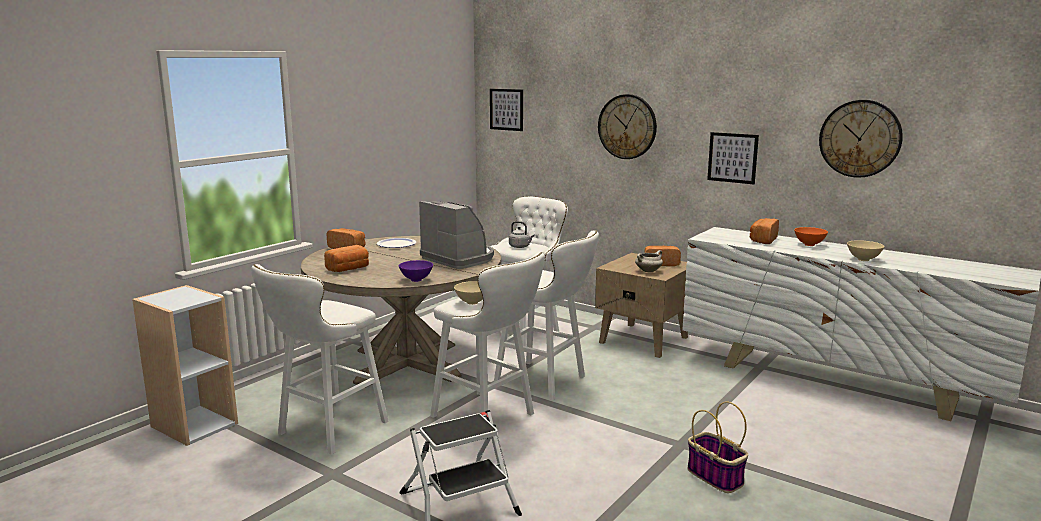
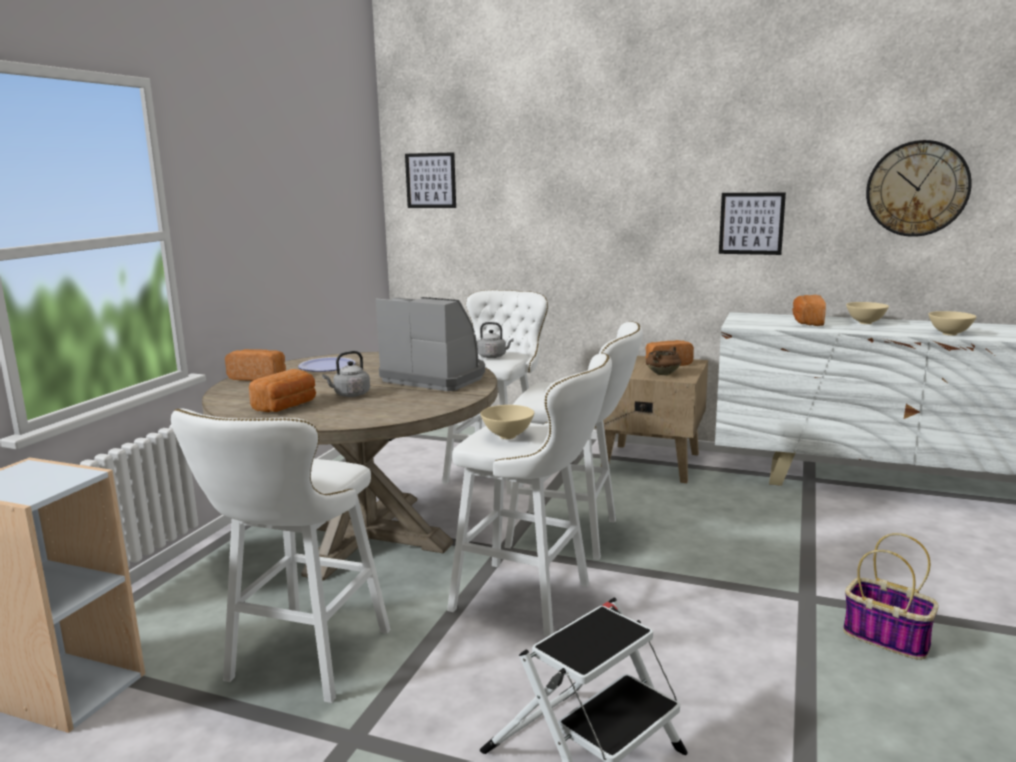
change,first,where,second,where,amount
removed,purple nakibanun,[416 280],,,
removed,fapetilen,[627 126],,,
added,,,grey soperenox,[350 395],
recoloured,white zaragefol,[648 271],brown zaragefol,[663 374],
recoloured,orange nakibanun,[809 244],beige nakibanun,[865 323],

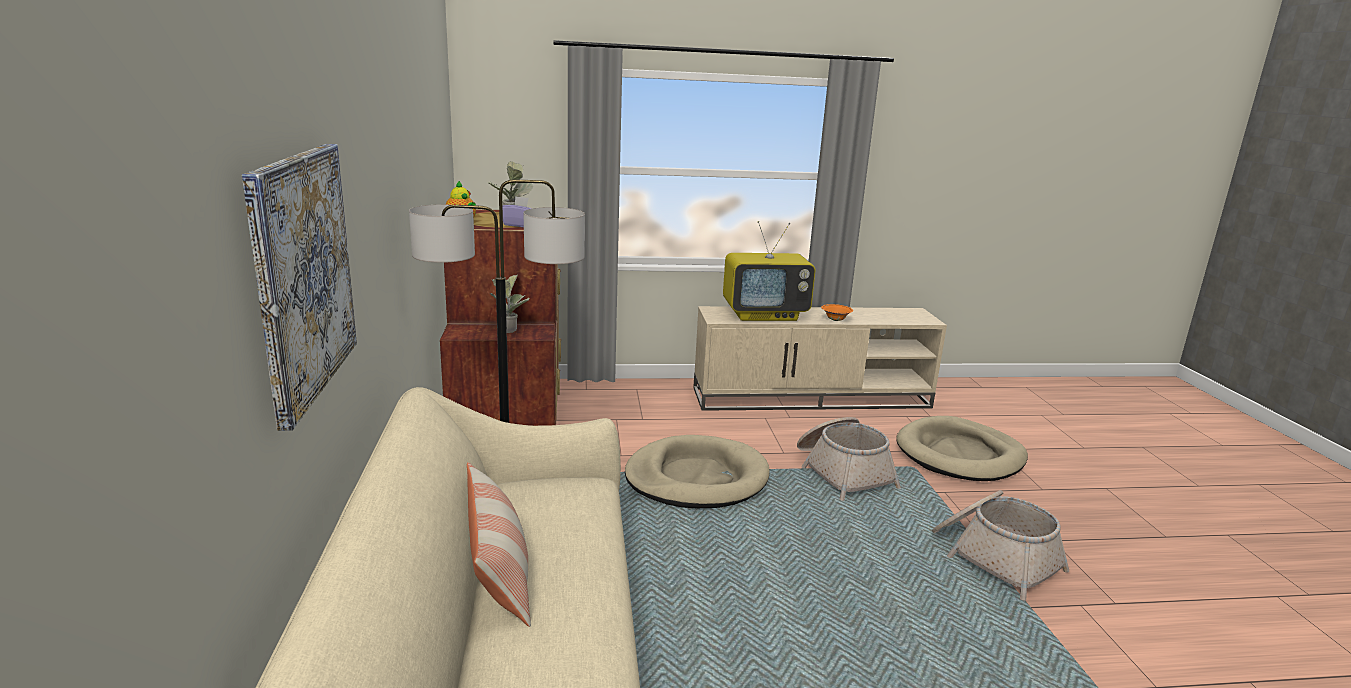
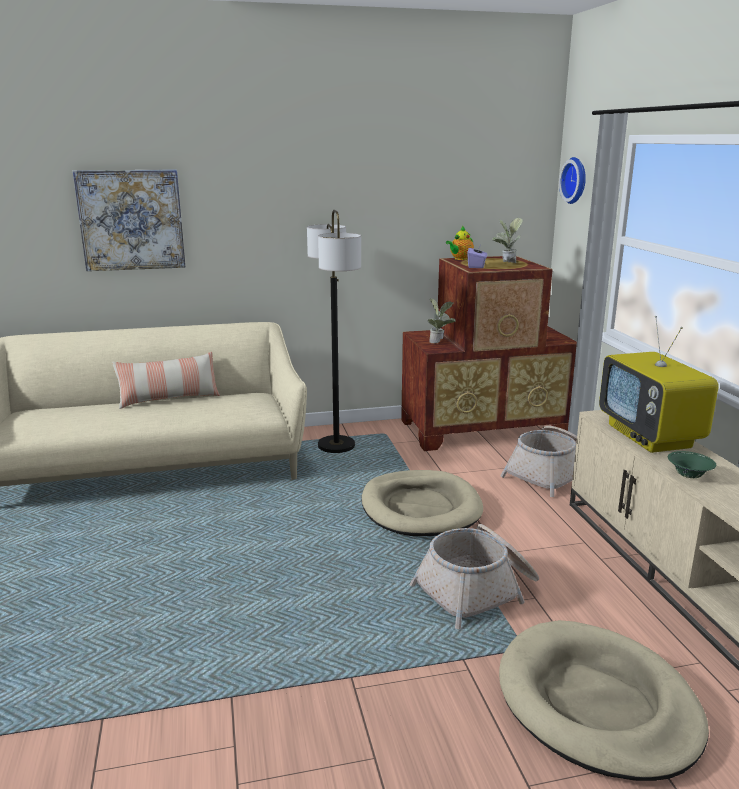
change,first,where,second,where,amount
added,,,fapetilen,[576 180],
moved,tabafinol,[993 556],,[550 474],
recoloured,orange nakibanun,[835 320],green nakibanun,[688 476],

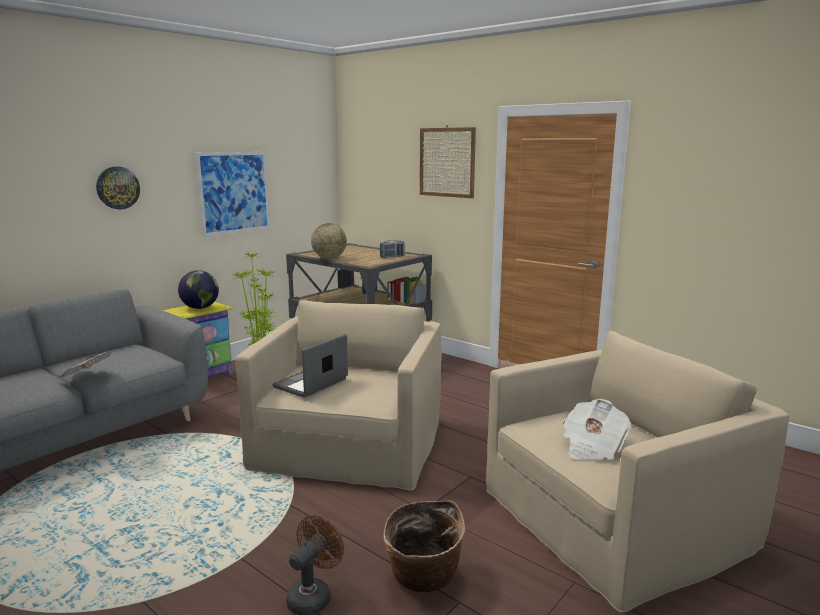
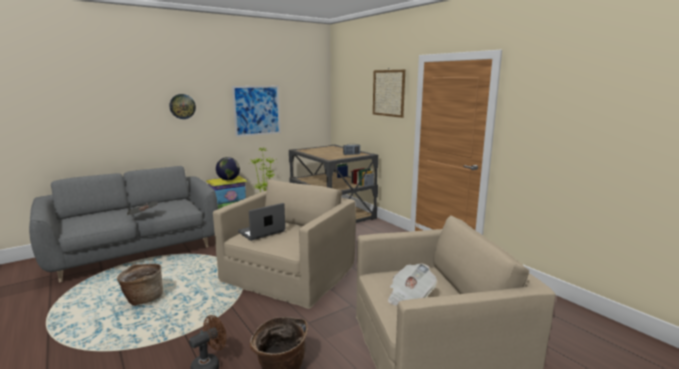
change,first,where,second,where,amount
removed,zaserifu,[329 258],,,
added,,,tabafinol,[143 298],

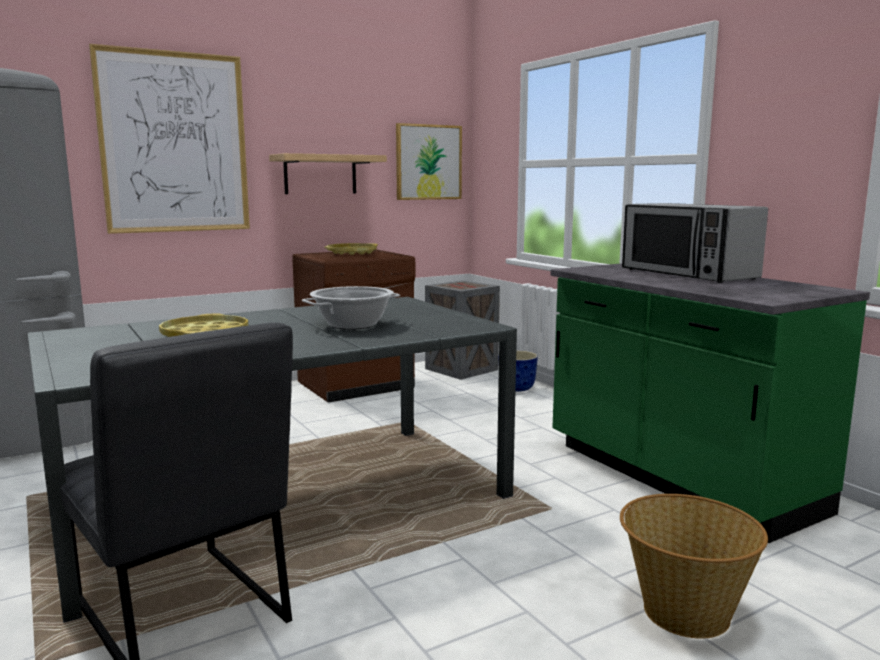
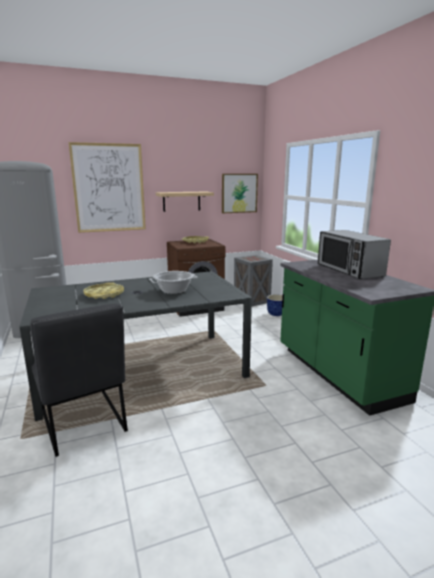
change,first,where,second,where,amount
removed,tabafinol,[684 612],,,

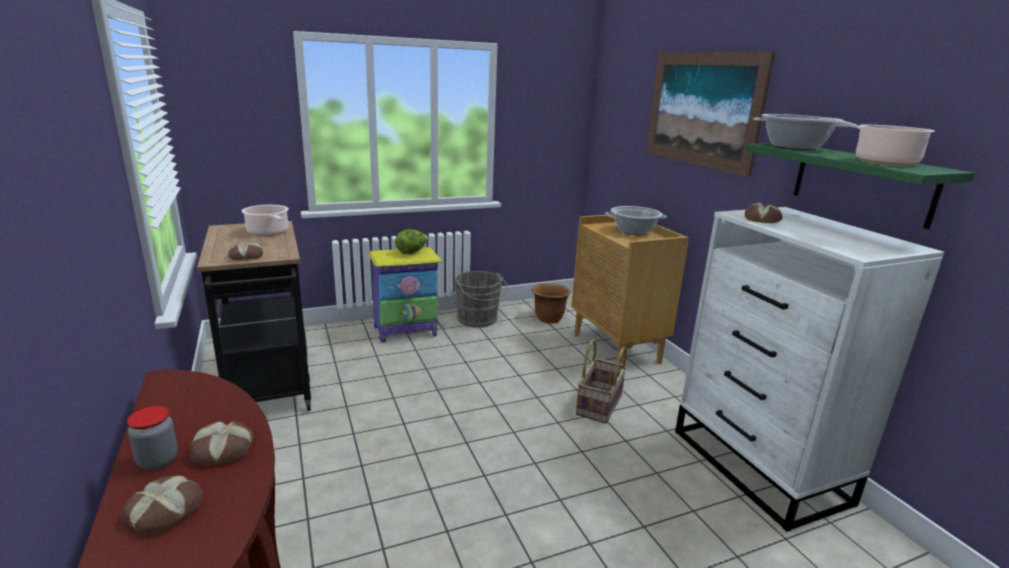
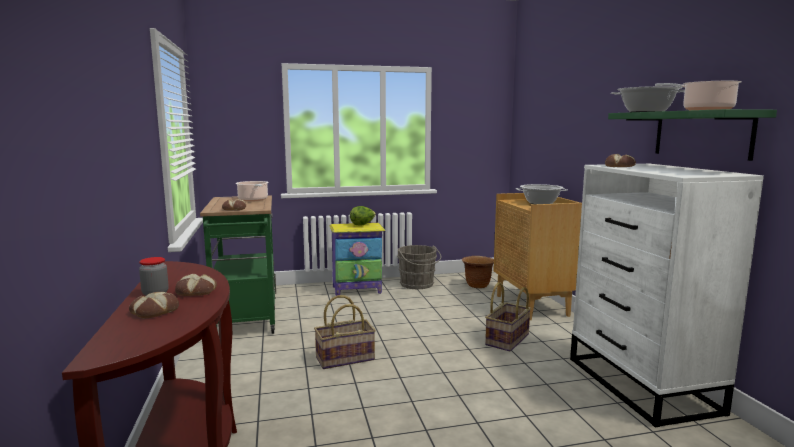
change,first,where,second,where,amount
removed,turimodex,[702 109],,,
added,,,tabafinol,[345 358],
recoloured,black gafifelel,[269 387],green gafifelel,[246 319],

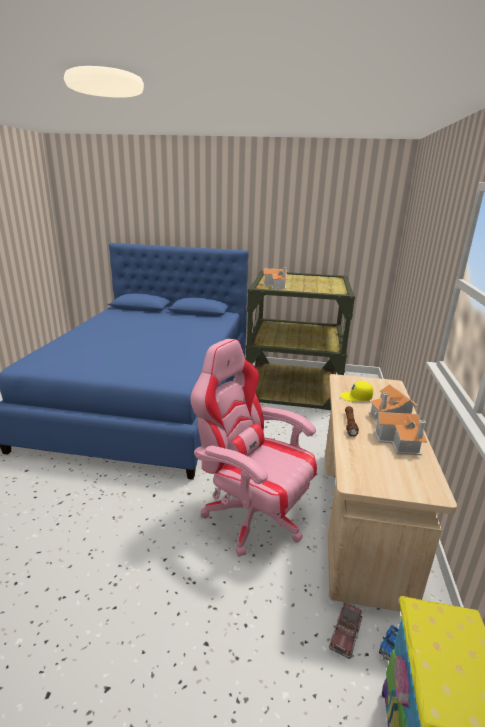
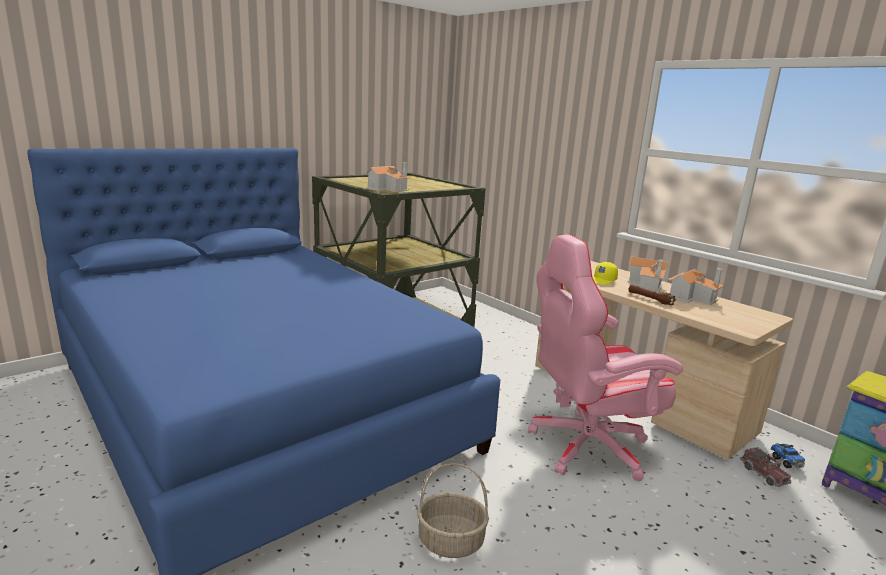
change,first,where,second,where,amount
added,,,tabafinol,[450 542],

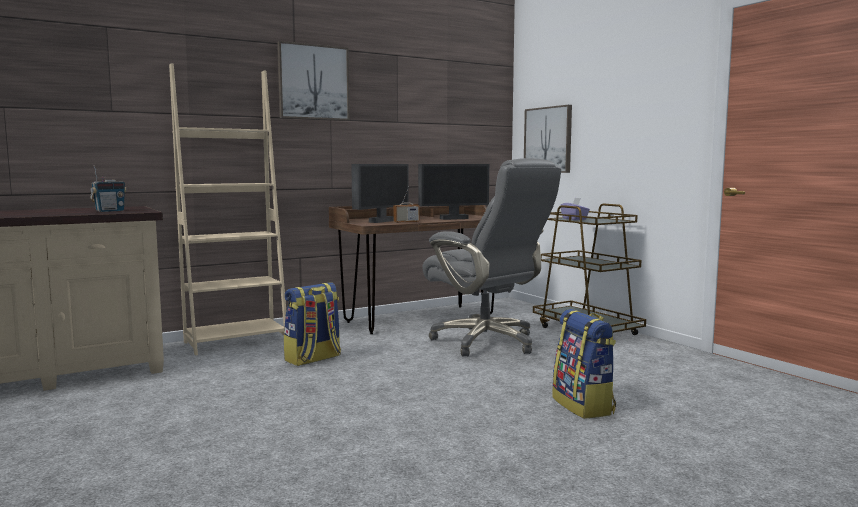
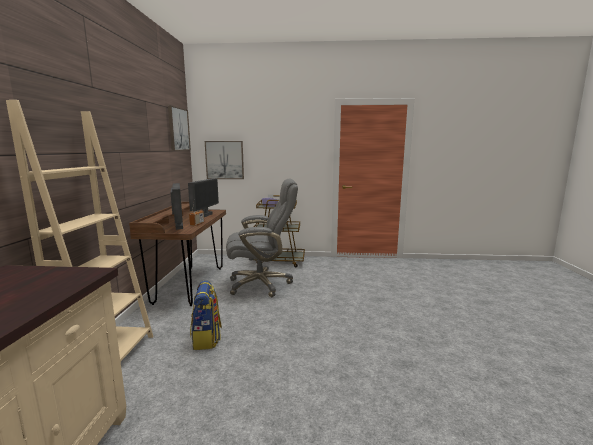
change,first,where,second,where,amount
removed,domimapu,[109 211],,,
removed,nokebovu,[584 406],,,
moved,turimodex,[313 82],,[178 129],

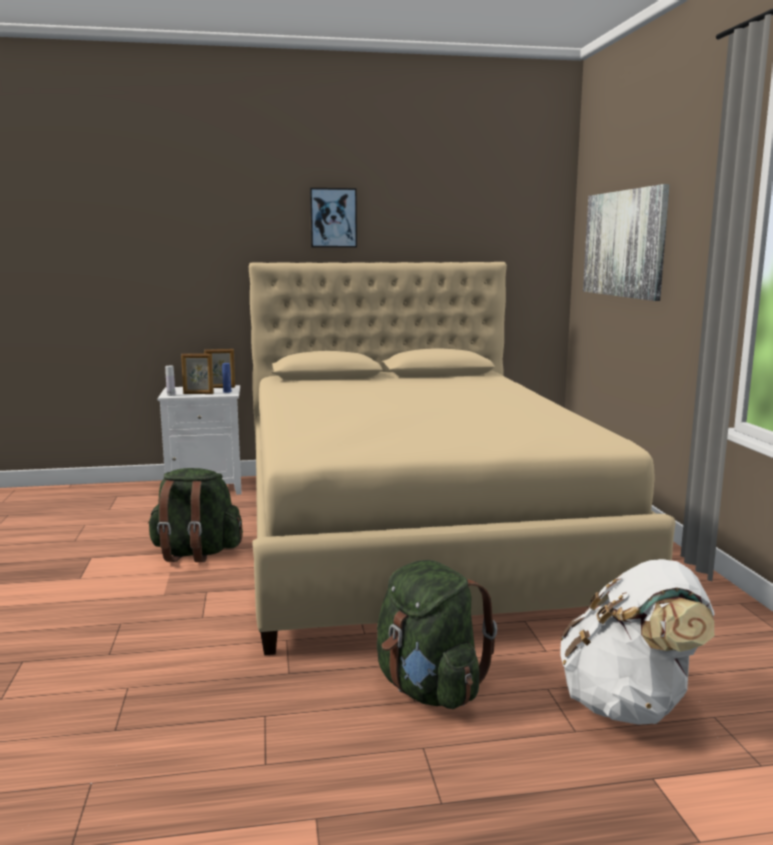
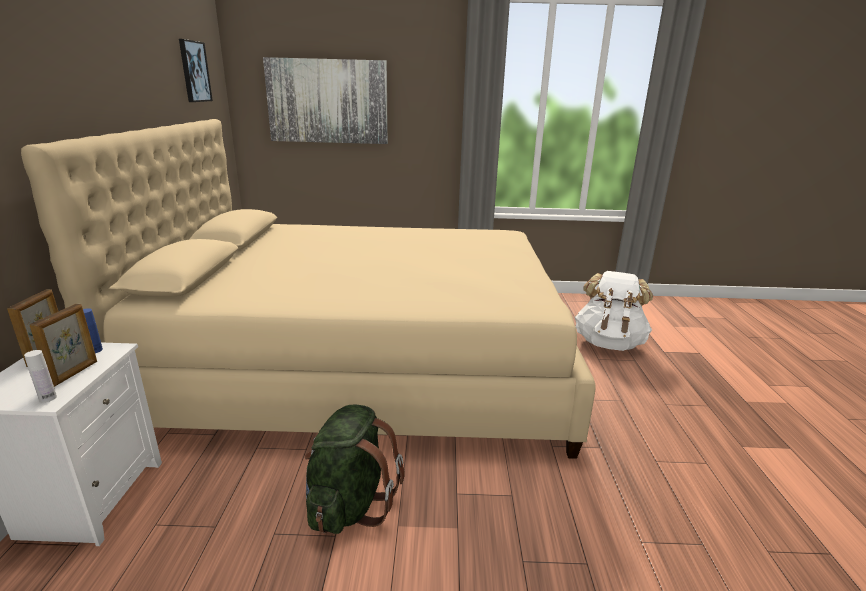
change,first,where,second,where,amount
removed,green nokebovu,[429 688],,,
moved,turimodex,[333 218],,[194 71],

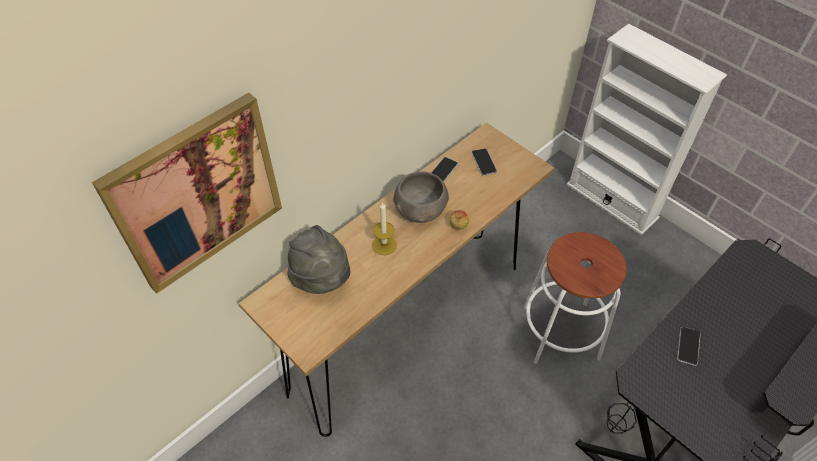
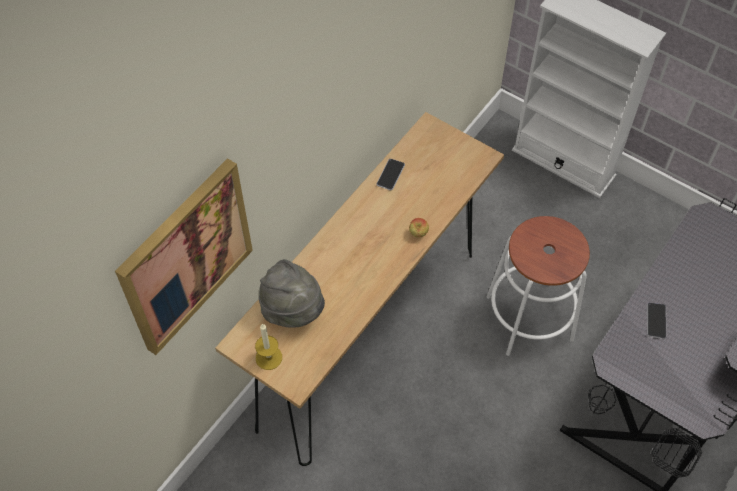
change,first,where,second,where,amount
removed,grey nakibanun,[421 211],,,
removed,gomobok,[483 162],,,
moved,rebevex,[384 245],,[269 357],

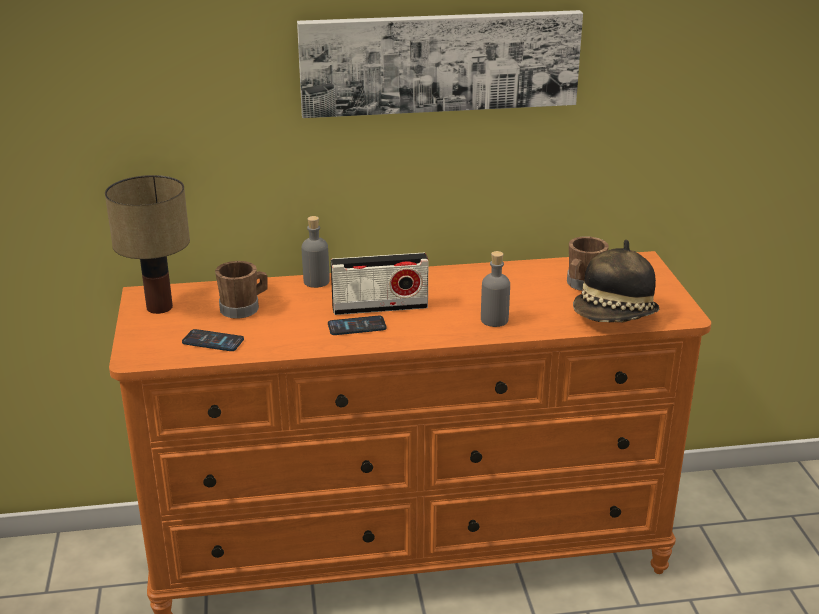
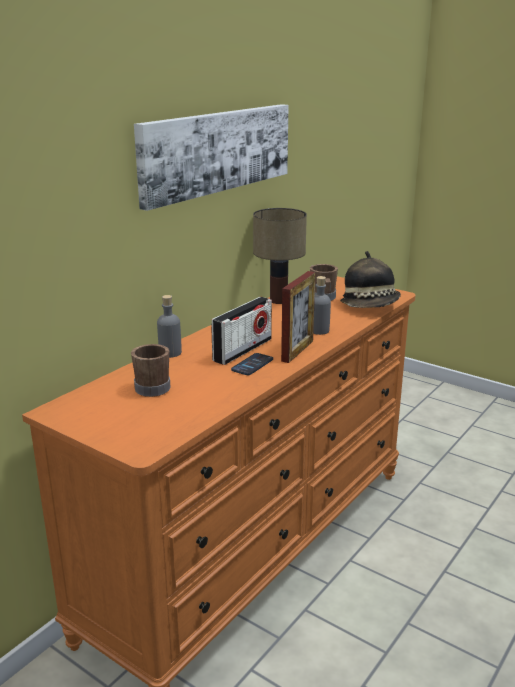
change,first,where,second,where,amount
removed,gomobok,[213 341],,,
added,,,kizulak,[297 351],
moved,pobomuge,[158 308],,[278 301],

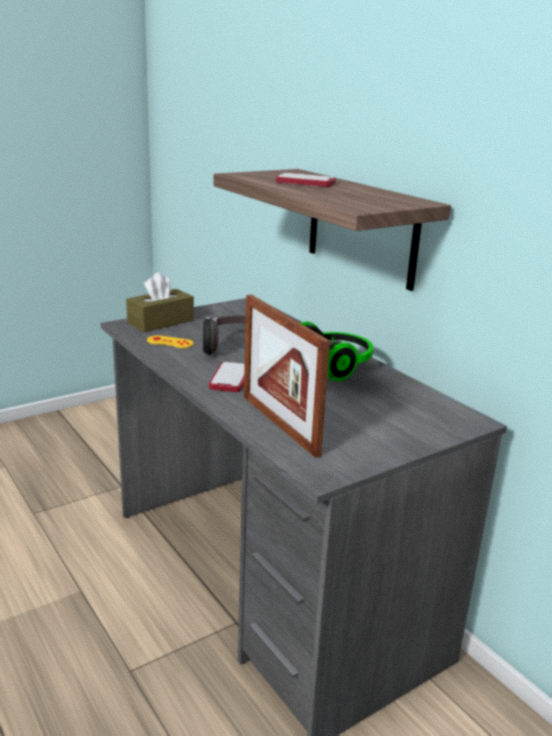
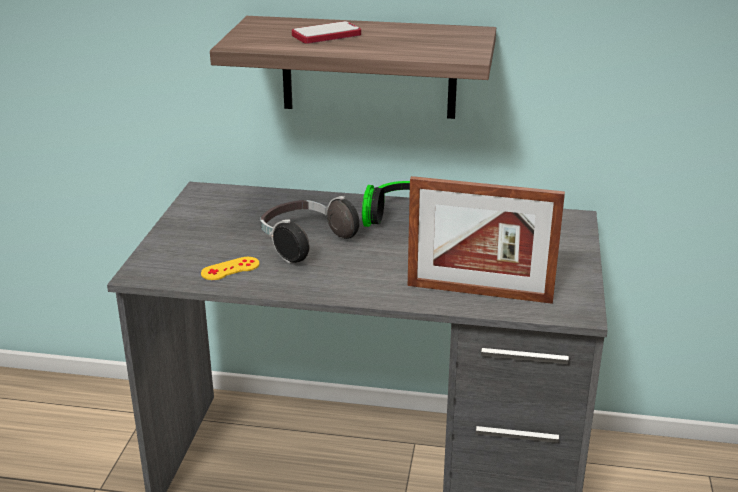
change,first,where,second,where,amount
removed,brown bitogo,[160 322],,,
removed,gomobok,[230 379],,,

